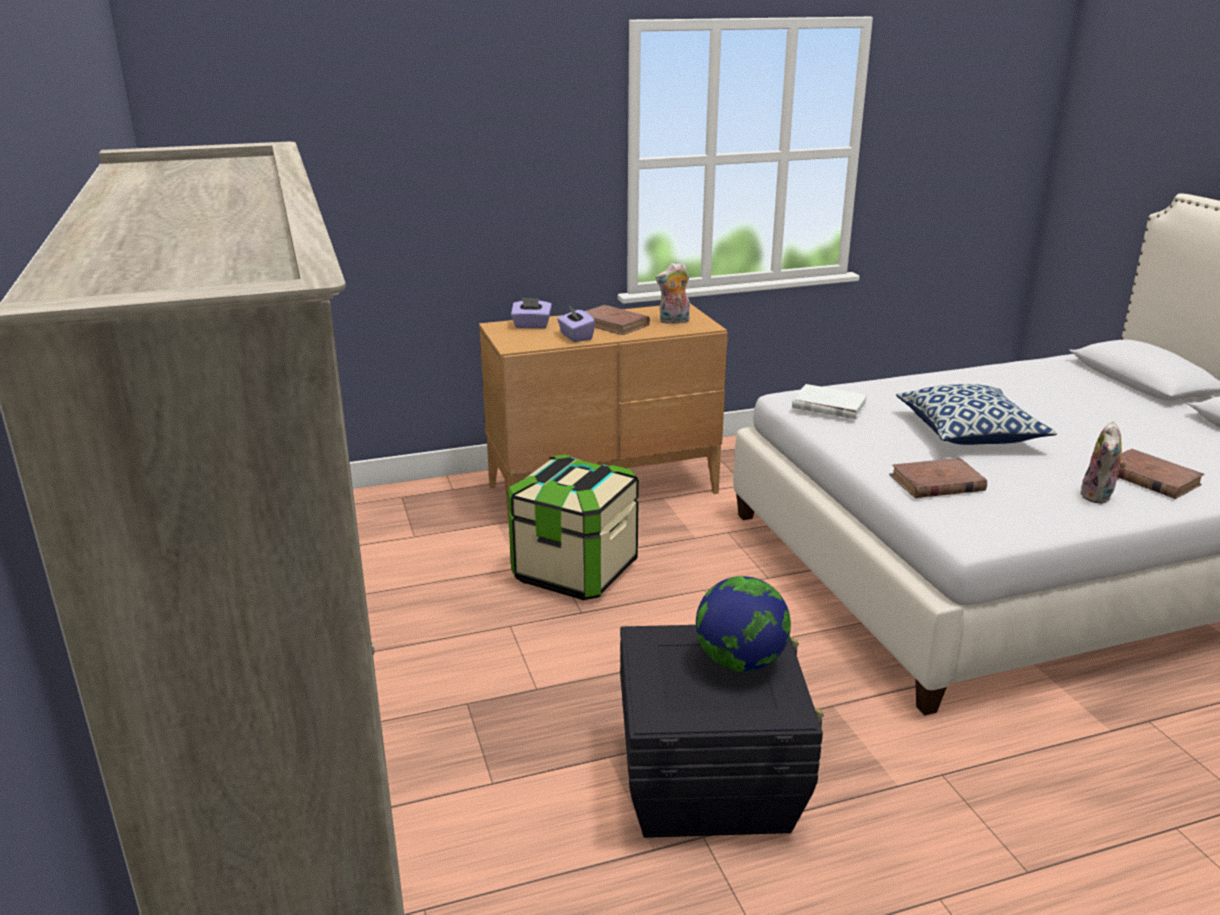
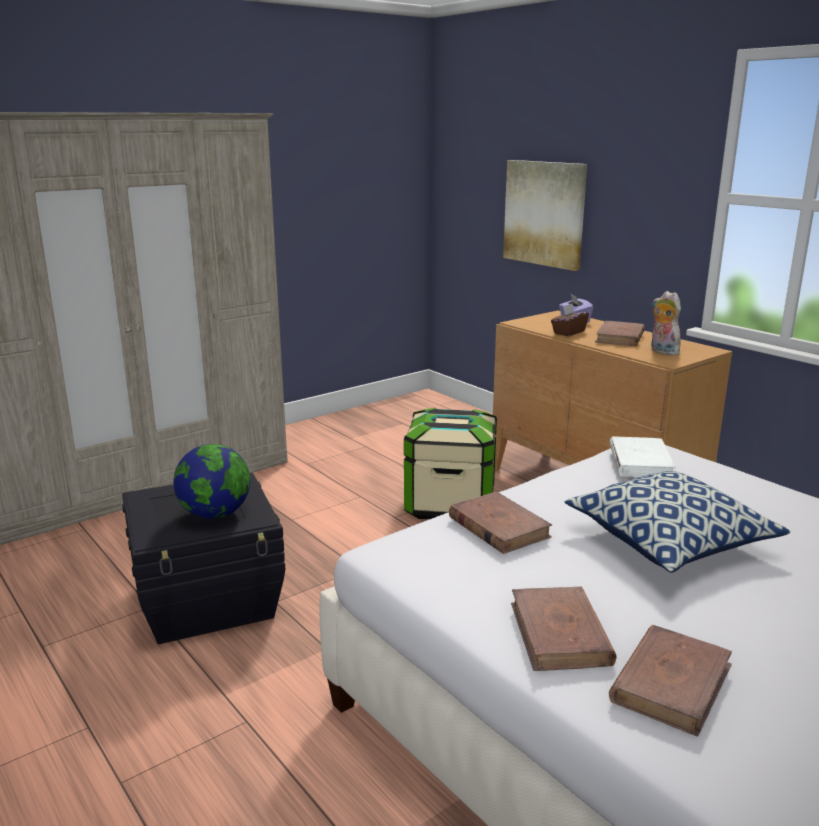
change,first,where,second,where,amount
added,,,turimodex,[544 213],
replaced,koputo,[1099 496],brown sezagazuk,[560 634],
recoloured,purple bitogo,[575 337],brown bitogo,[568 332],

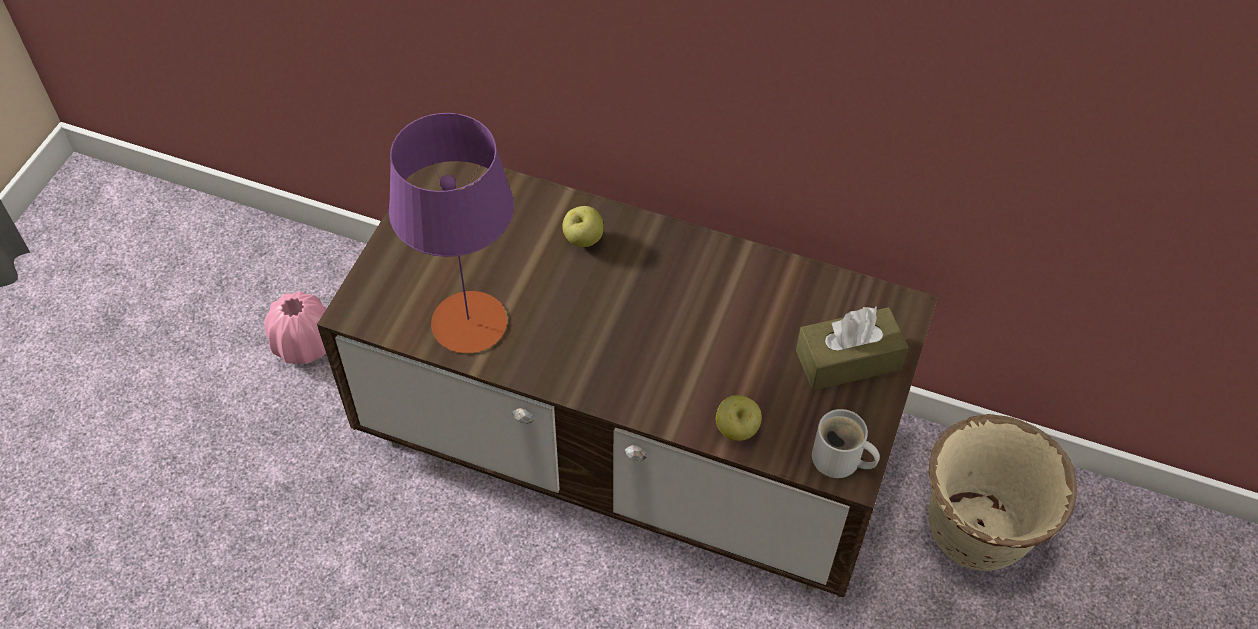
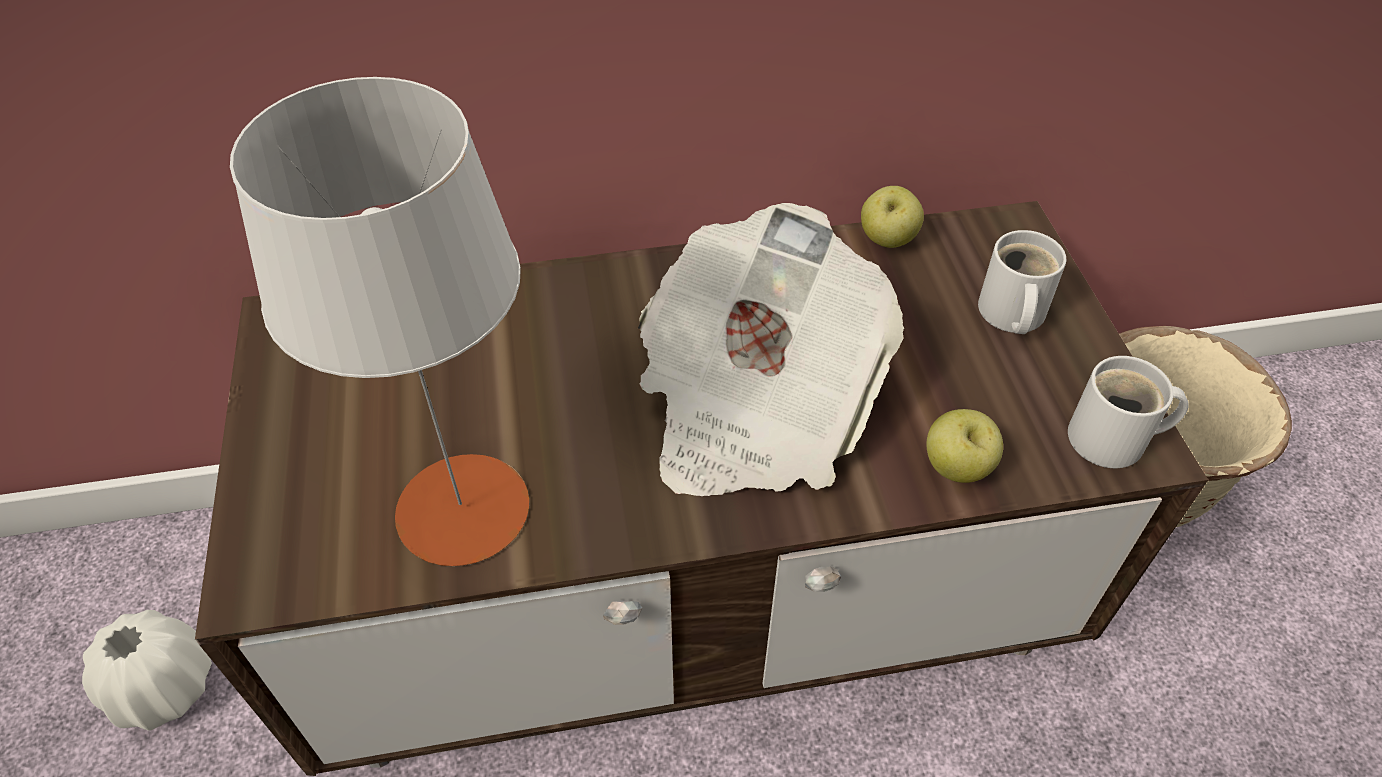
change,first,where,second,where,amount
added,,,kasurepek,[754 403],
moved,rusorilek,[583 239],,[887 240],
replaced,brown bitogo,[848 360],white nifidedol,[1009 314],
recoloured,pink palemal,[305 344],white palemal,[165 688],
recoloured,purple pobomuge,[468 322],grey pobomuge,[462 510],

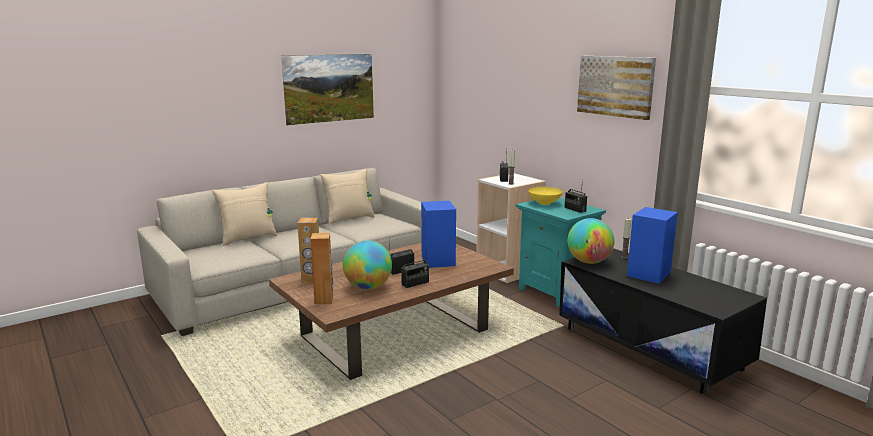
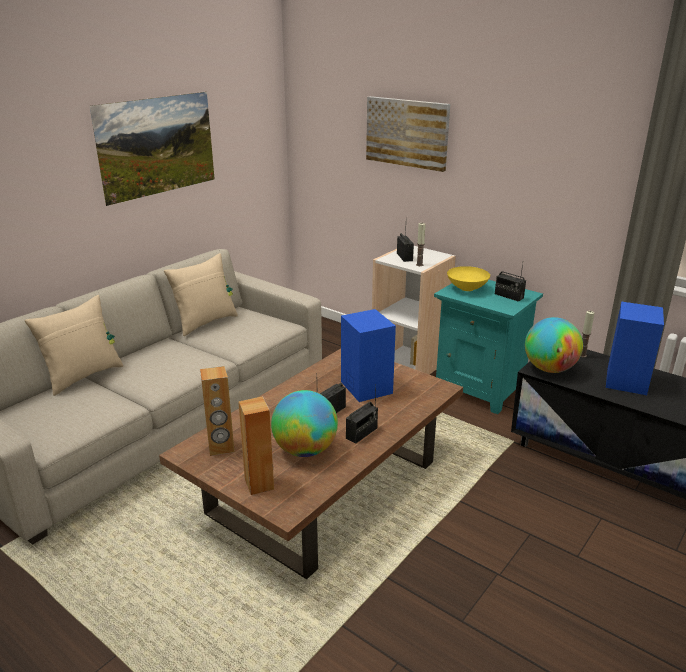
change,first,where,second,where,amount
moved,turimodex,[615 86],,[407 132],

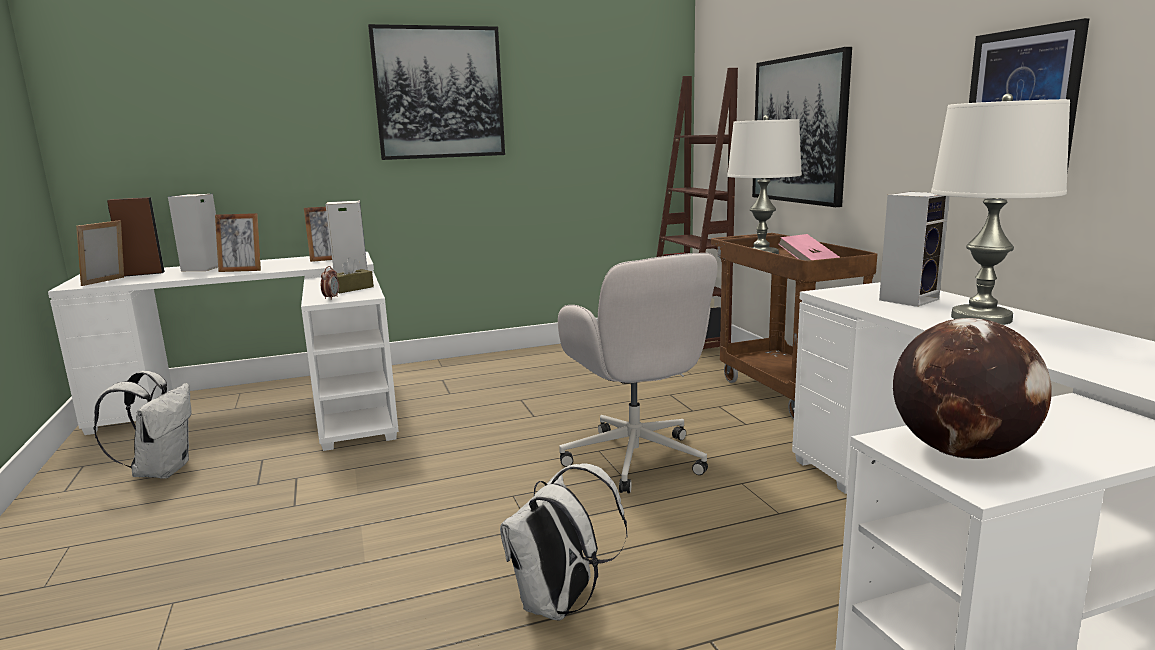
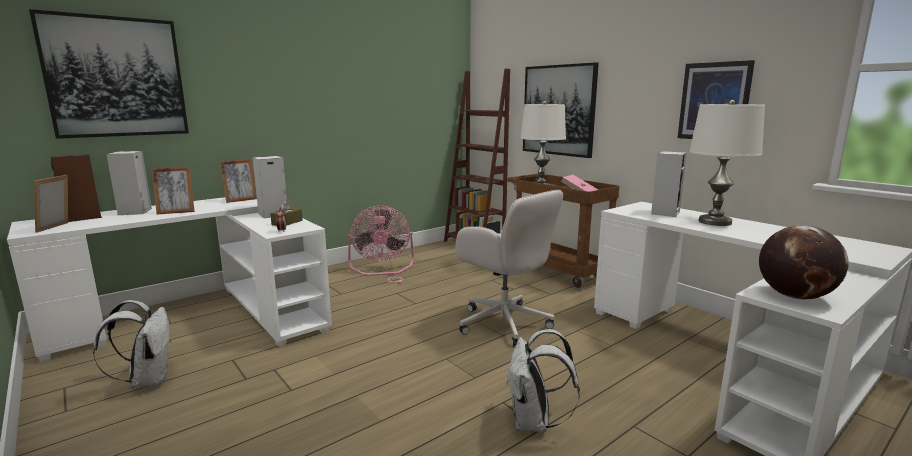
change,first,where,second,where,amount
added,,,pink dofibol,[384 272],
moved,turimodex,[439 93],,[116 77],

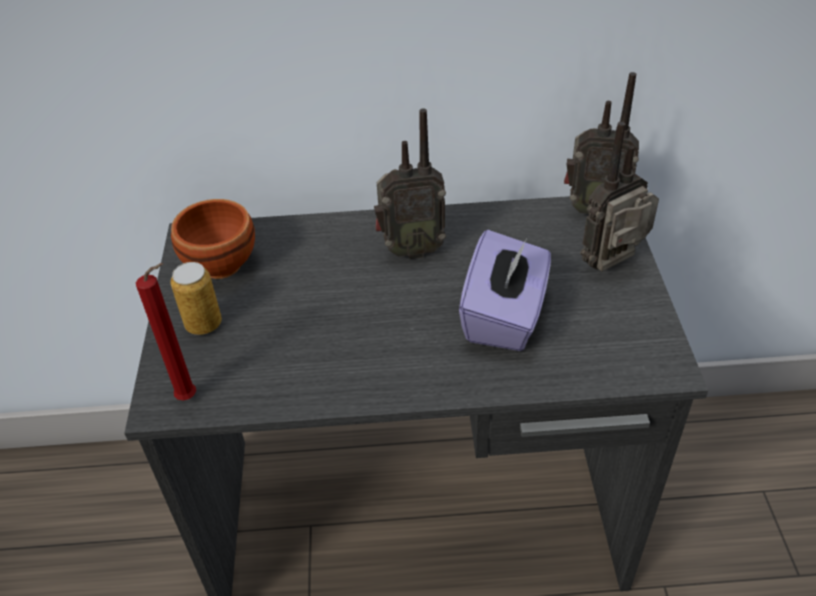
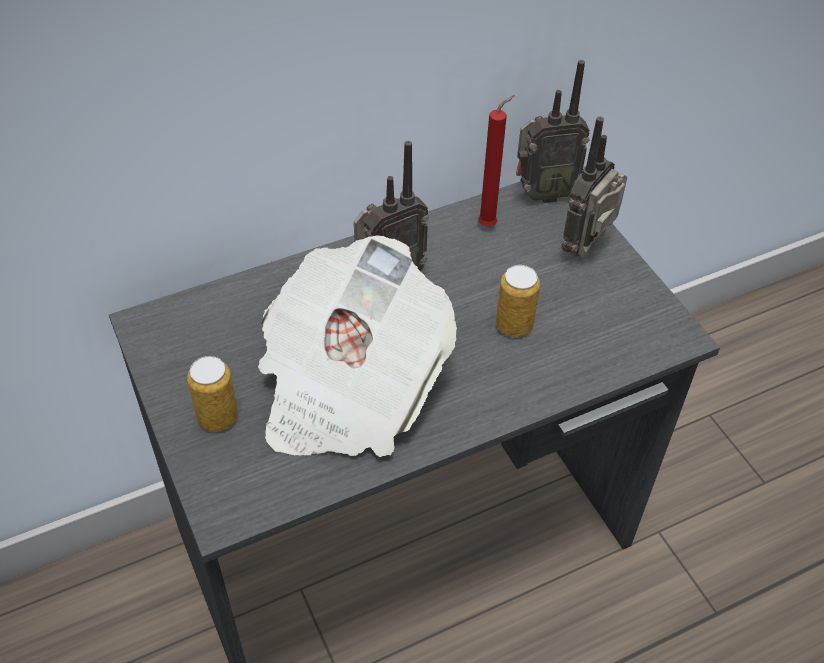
change,first,where,second,where,amount
removed,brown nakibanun,[222 263],,,
added,,,kasurepek,[348 386],
moved,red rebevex,[191 397],,[490 225],
replaced,purple bitogo,[505 316],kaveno,[514 325],

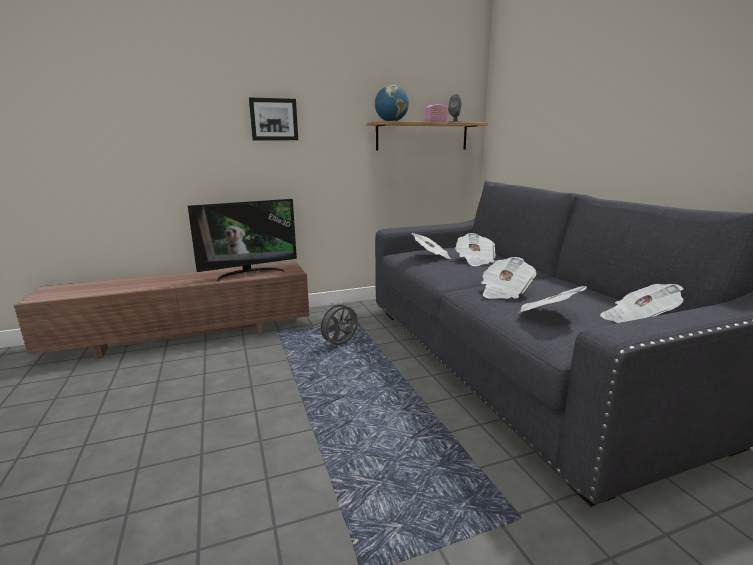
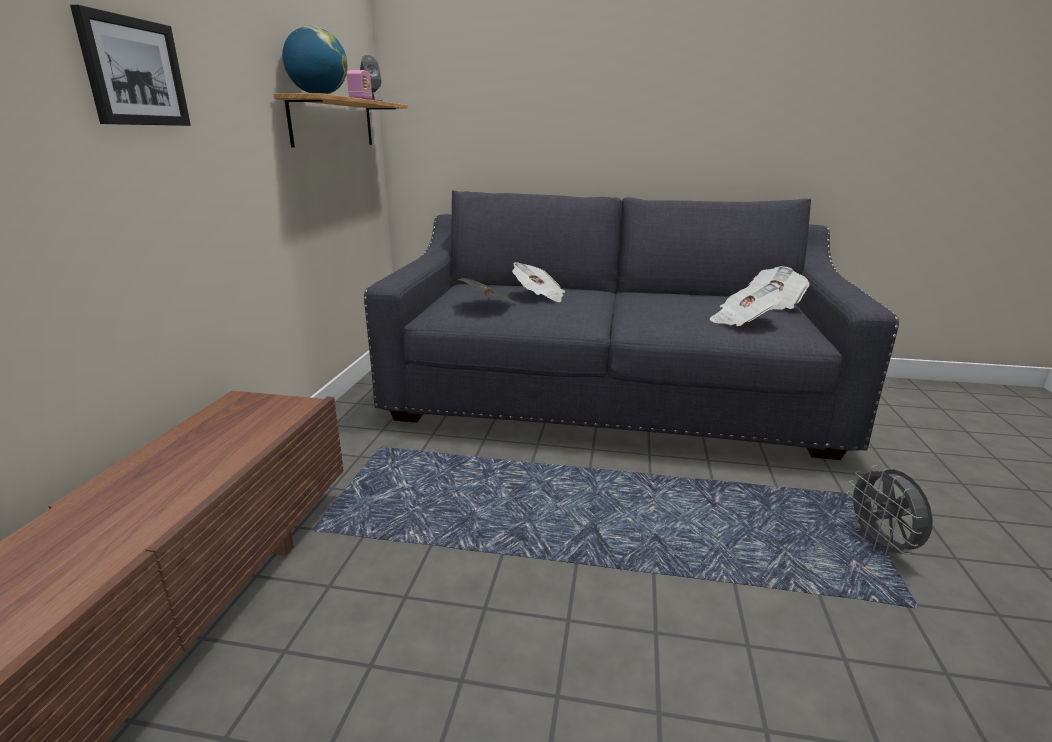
change,first,where,second,where,amount
removed,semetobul,[249 273],,,
removed,kasurepek,[504 292],,,
moved,grey dofibol,[340 345],,[880 546],

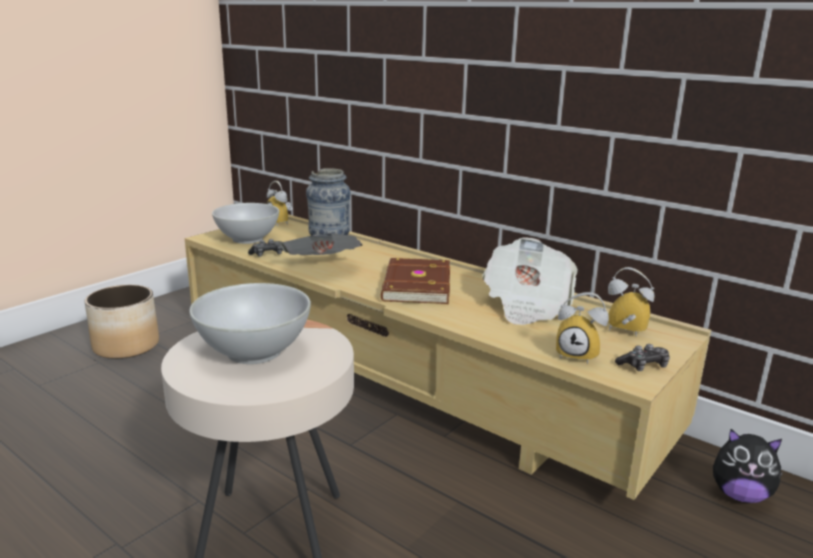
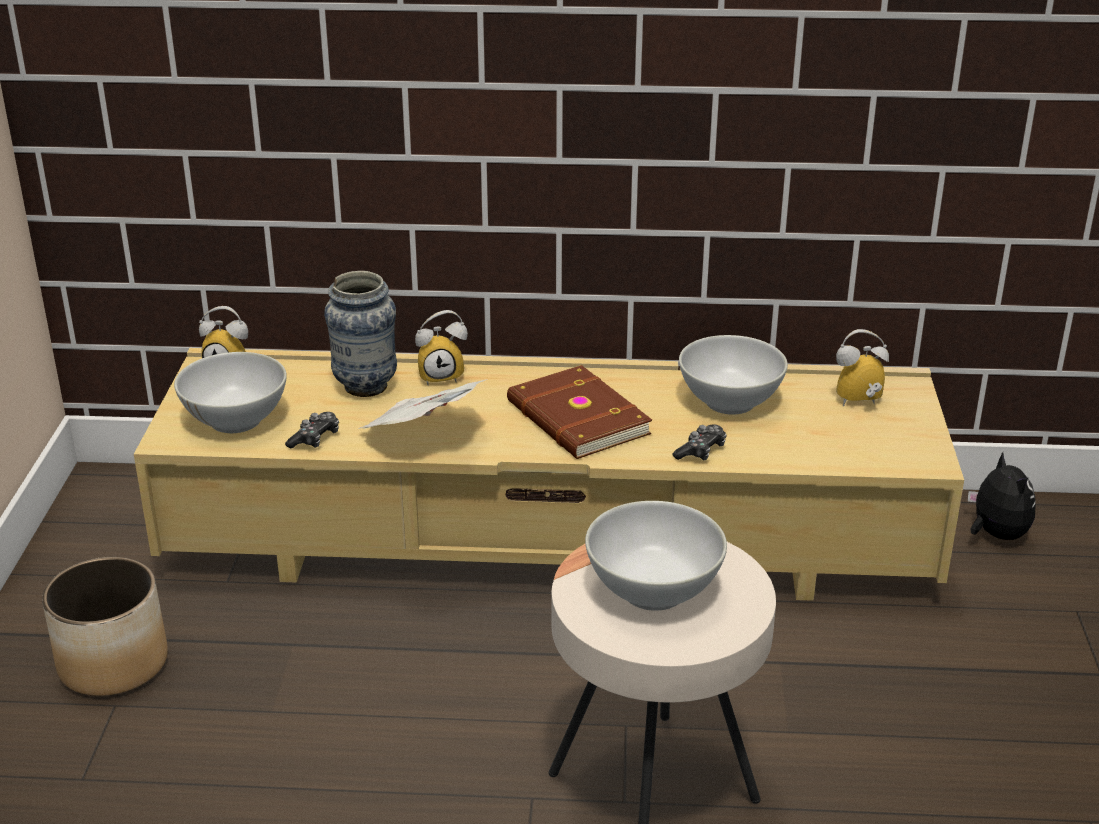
change,first,where,second,where,amount
moved,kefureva,[579 355],,[442 375],
moved,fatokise,[643 366],,[701 451],
replaced,kasurepek,[527 305],white nakibanun,[730 402],
turned,koputo,[739 495],,[995 534],90 degrees counterclockwise

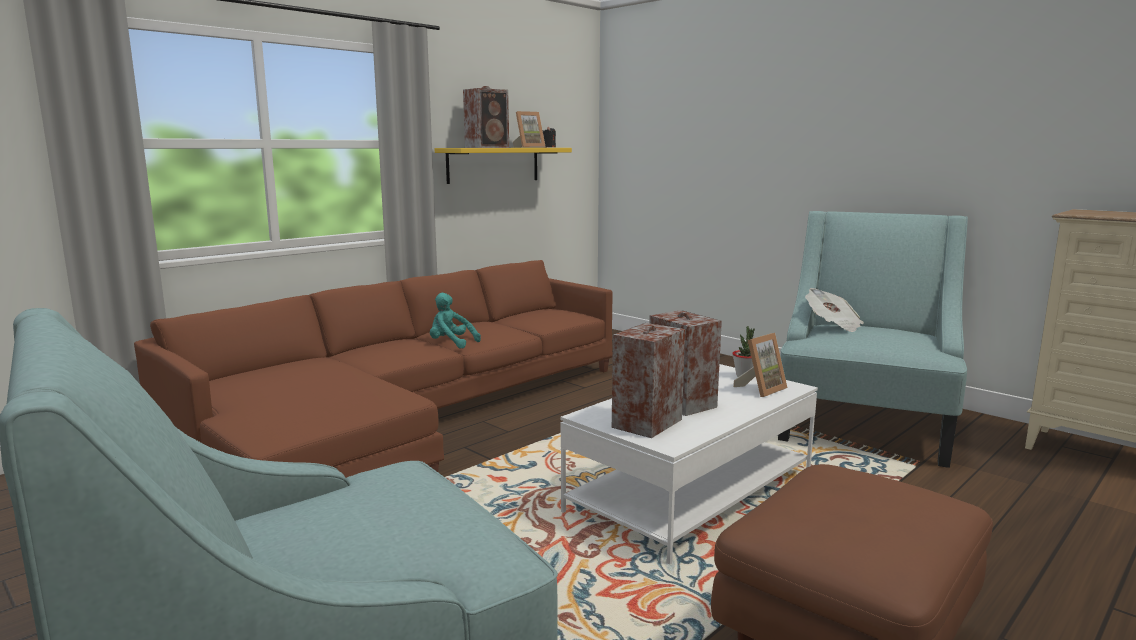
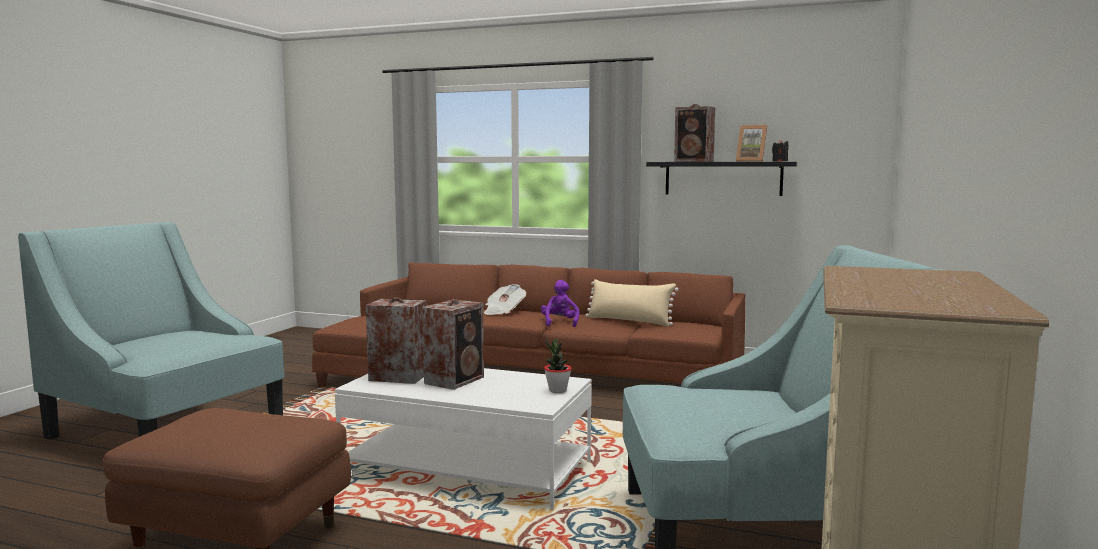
change,first,where,second,where,amount
removed,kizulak,[761 389],,,
added,,,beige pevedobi,[629 321],
moved,kasurepek,[833 325],,[503 311],
recoloured,turquoise koputo,[451 344],purple koputo,[560 323],
recoloured,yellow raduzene,[493 165],black raduzene,[723 178],

